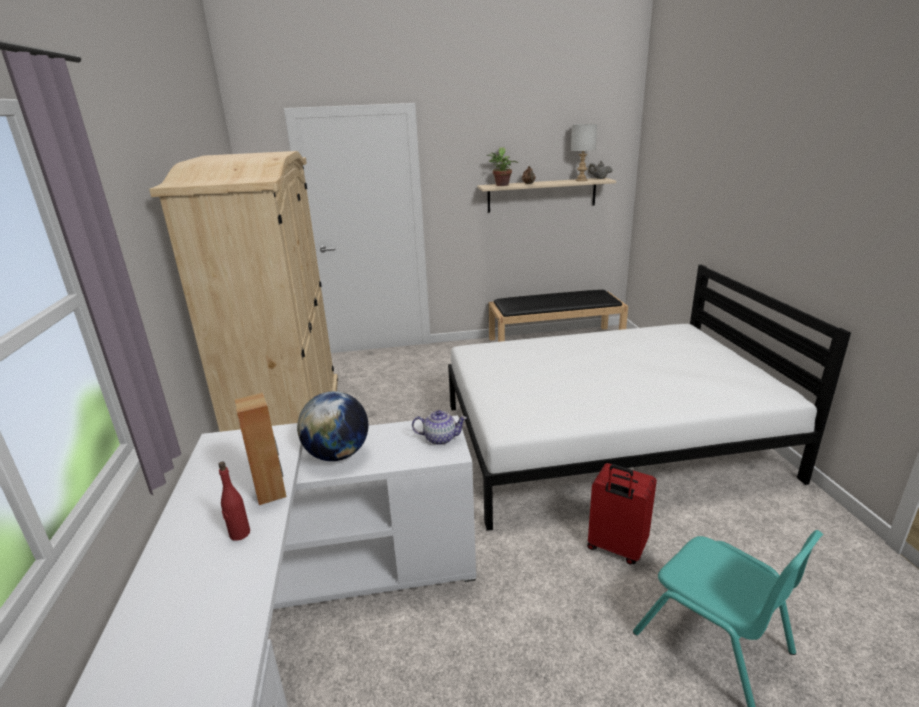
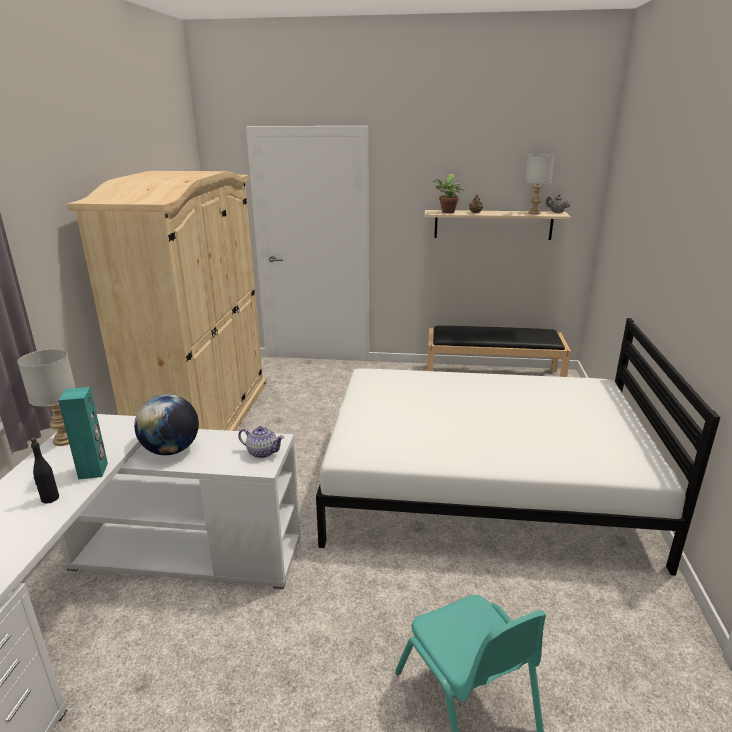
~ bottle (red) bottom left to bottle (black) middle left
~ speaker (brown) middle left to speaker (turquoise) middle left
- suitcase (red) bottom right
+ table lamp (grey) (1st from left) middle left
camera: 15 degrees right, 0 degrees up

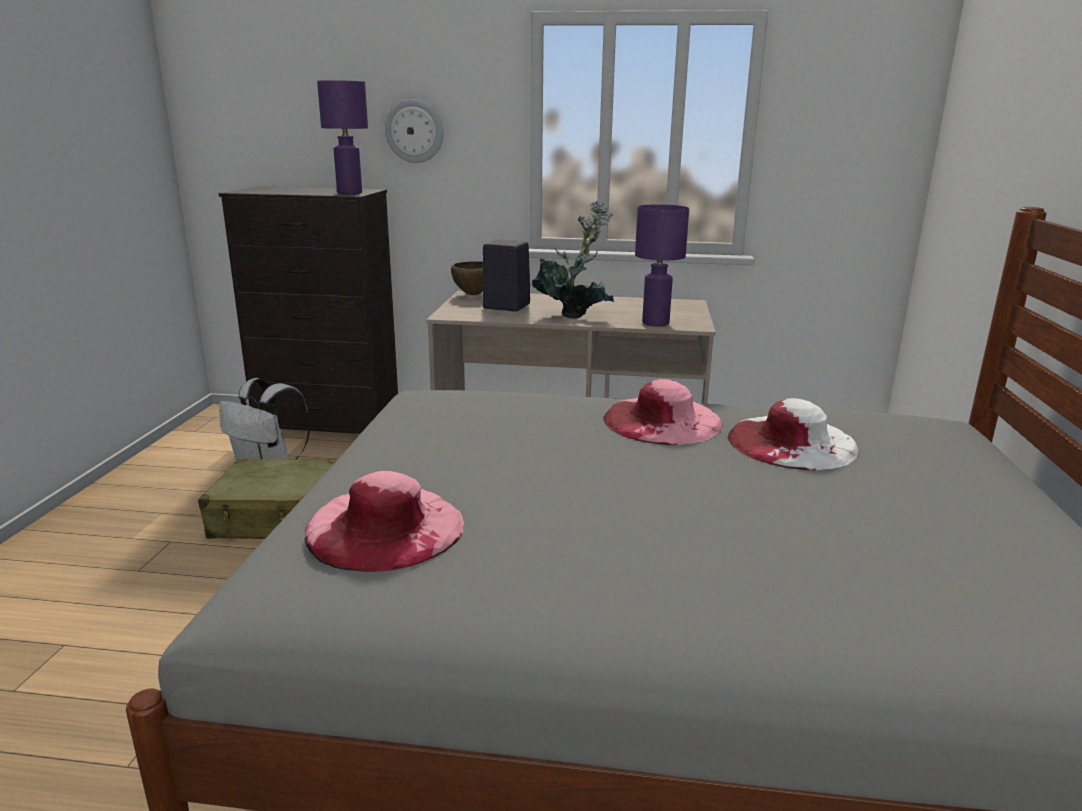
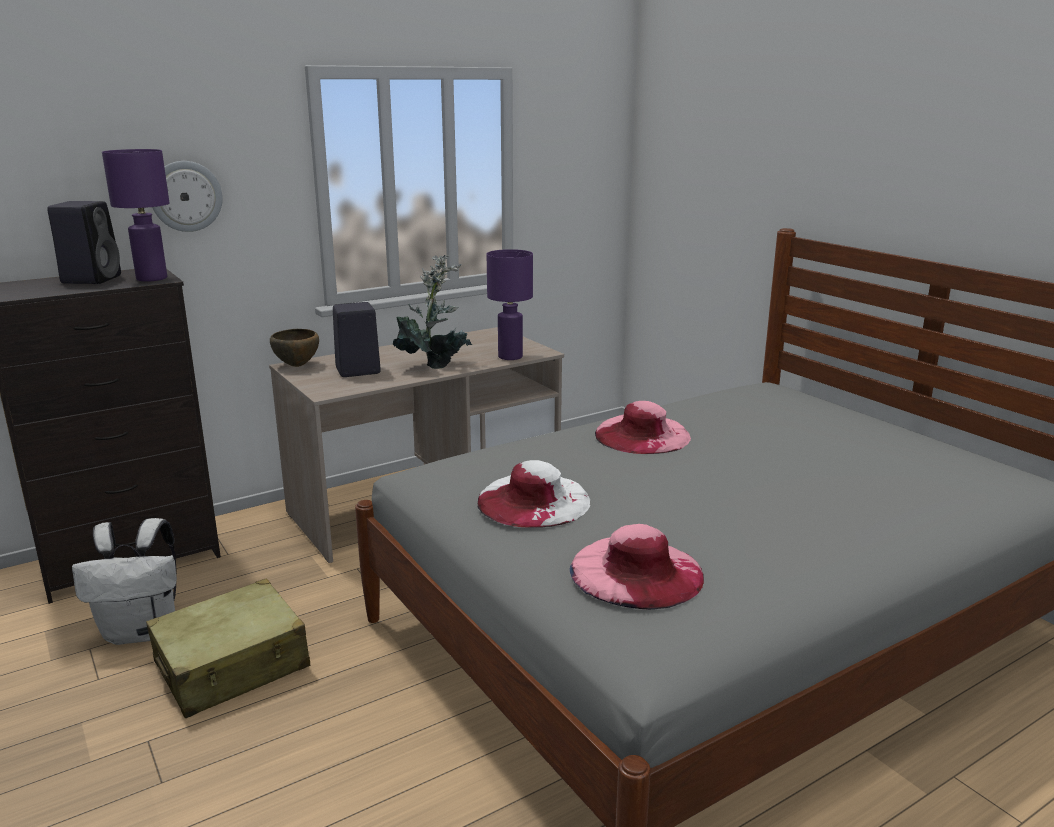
~ hat (white) middle right to centre
+ speaker (black) (1st from left) top left
camera: 40 degrees left, 0 degrees up

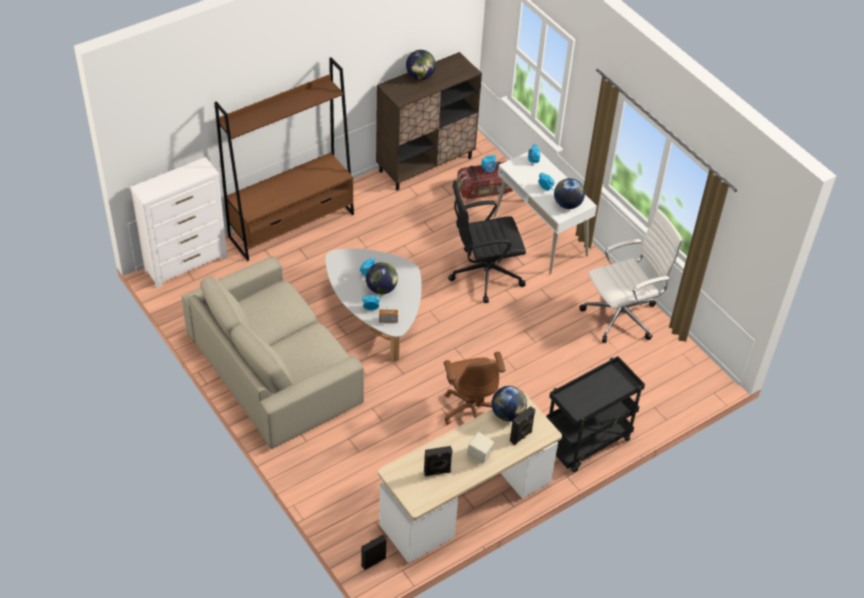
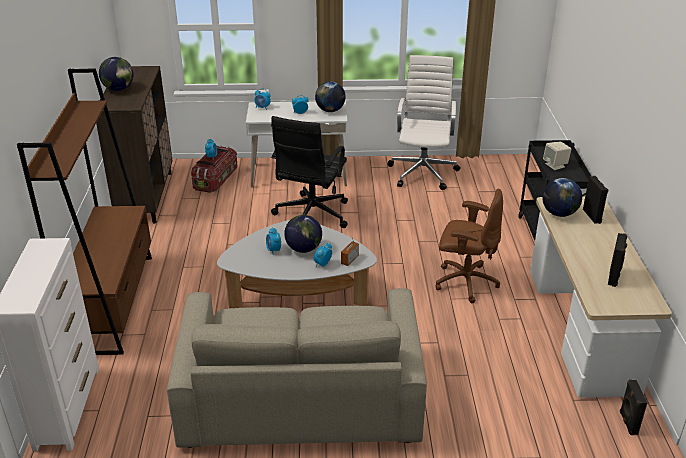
~ speaker (beige) bottom centre to middle right
camera: 55 degrees left, 15 degrees down

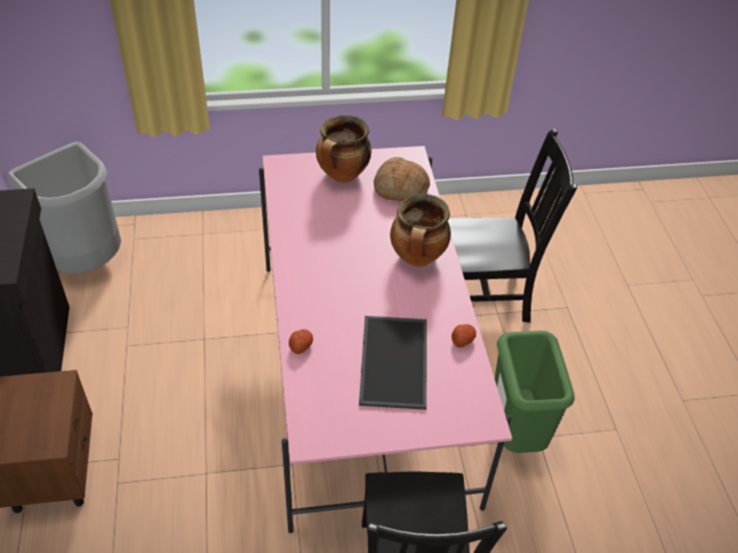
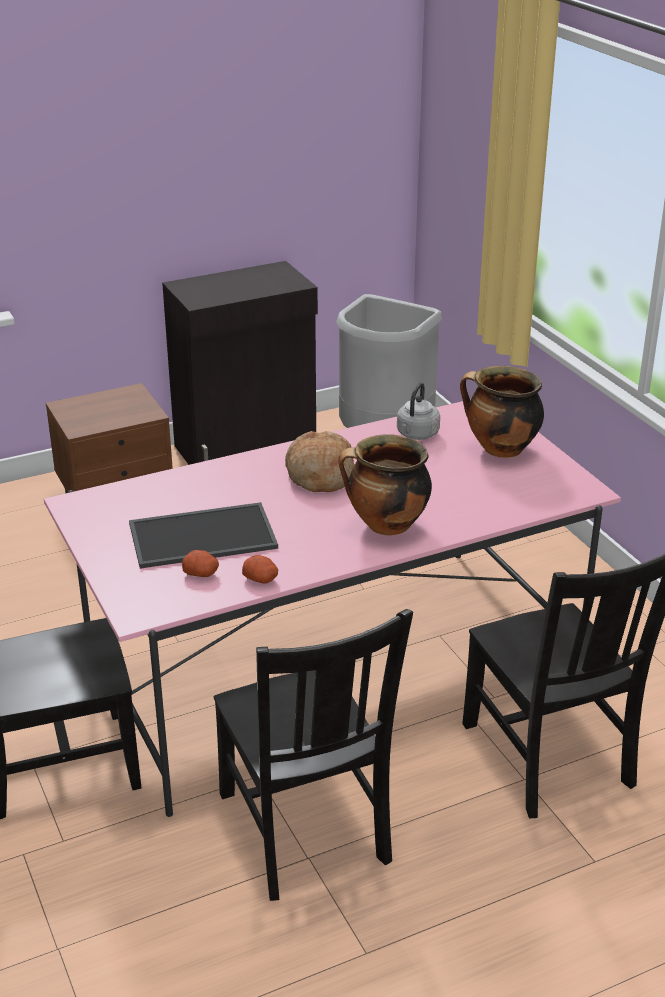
~ potato (1st from left) centre to middle left
~ bread top centre to centre
~ trash can (green) bottom right to chair (black) (2nd from left) bottom centre
+ kettle (grey) centre
camera: 75 degrees right, 15 degrees down

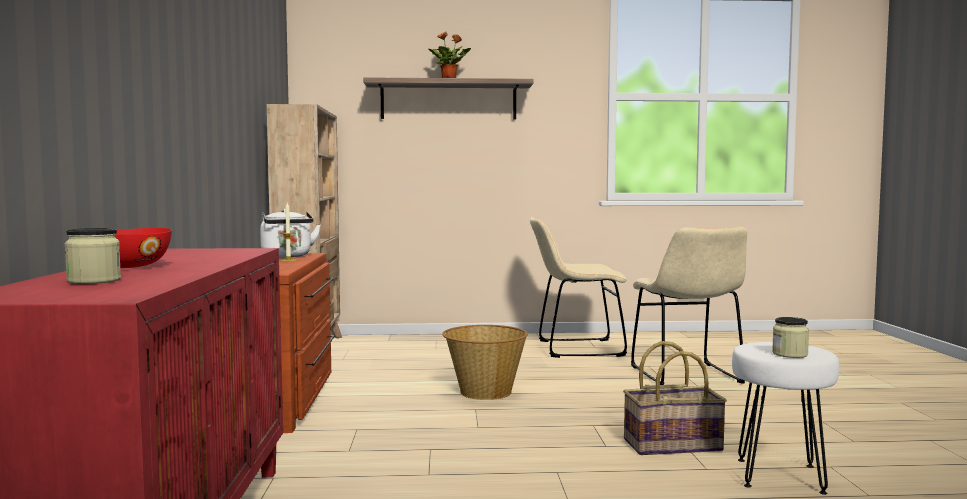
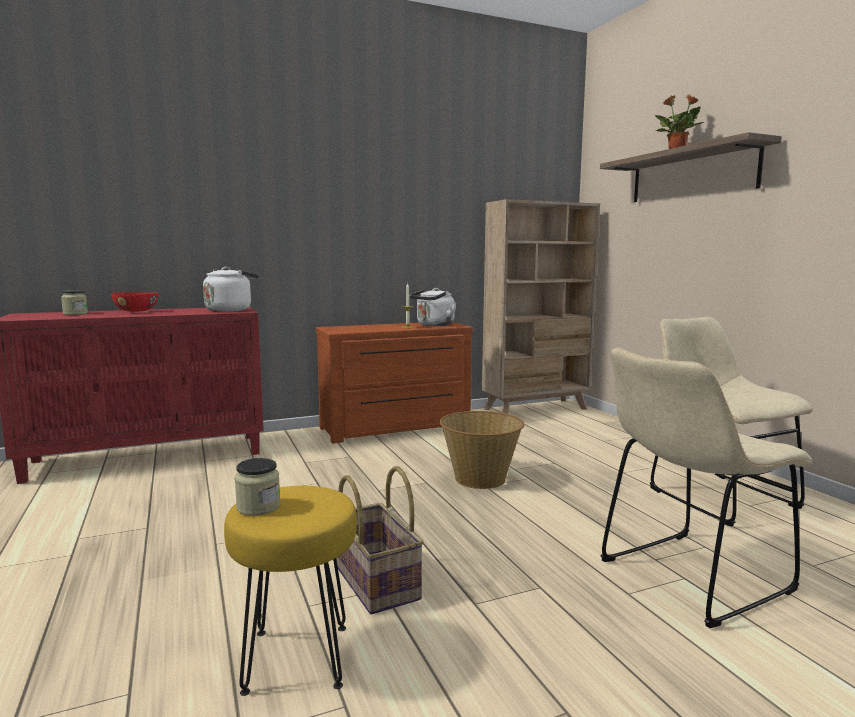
~ stool (white) bottom right to stool (yellow) bottom centre
+ kettle (white) (1st from left) middle left
camera: 70 degrees right, 5 degrees up

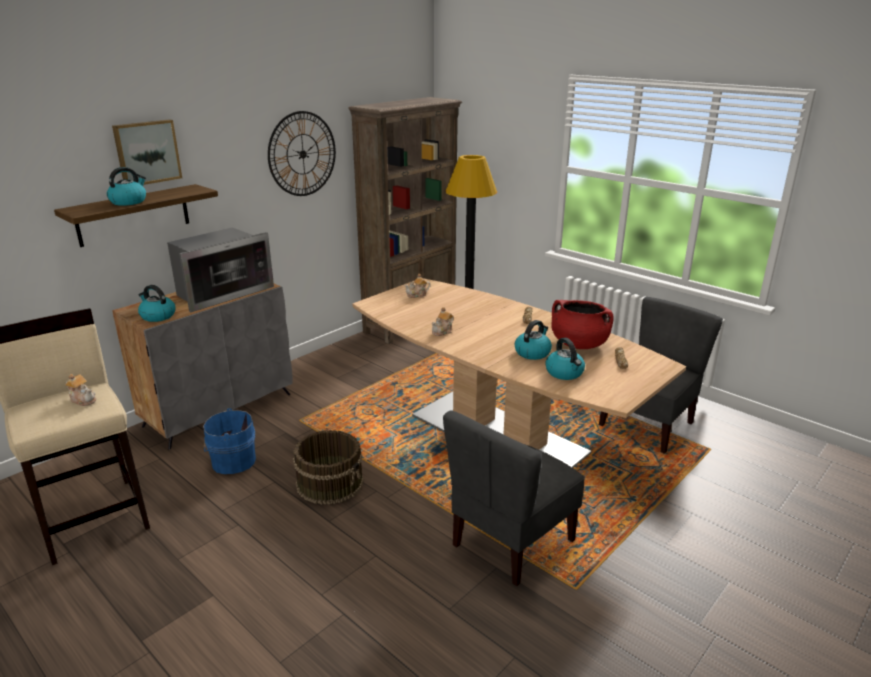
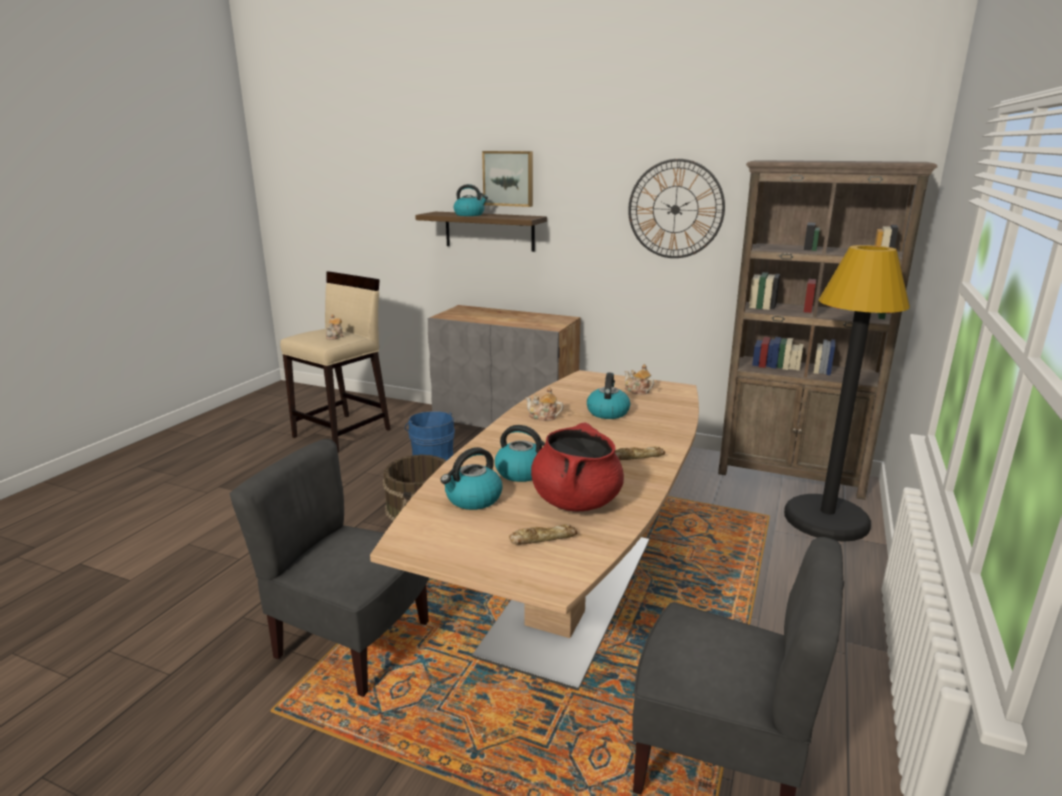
~ kettle (2nd from left in the first image) middle left to kettle (4th from left) centre
- microwave middle left
camera: 70 degrees right, 5 degrees down

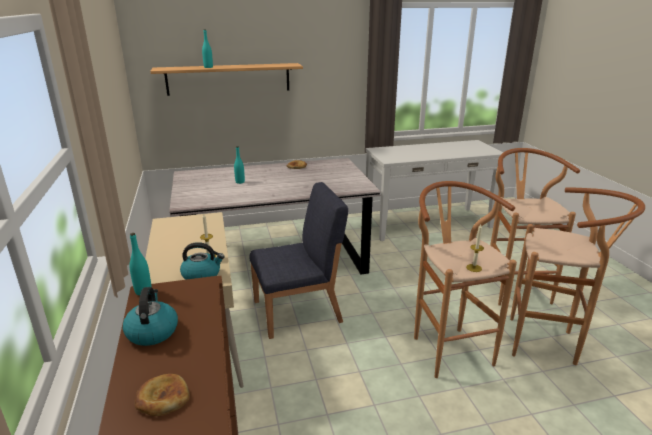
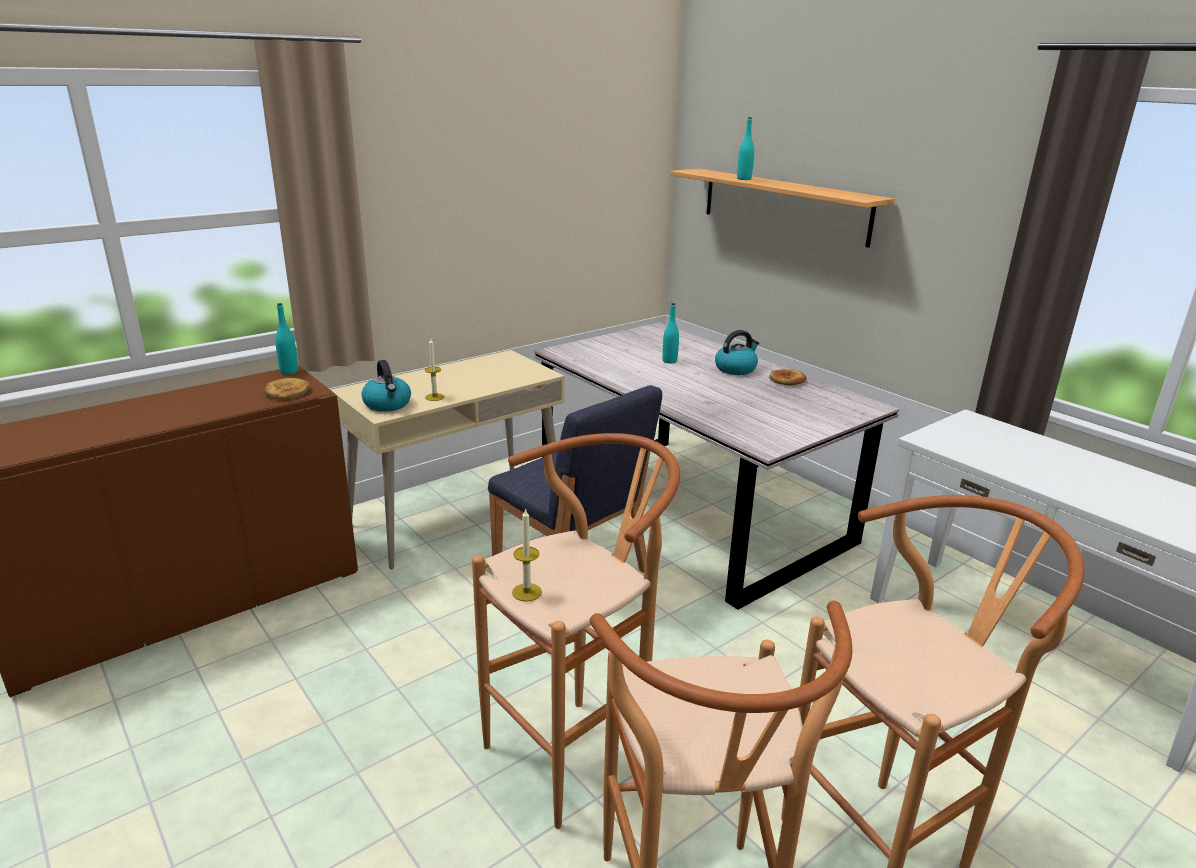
~ kettle (1st from left in the first image) bottom left to kettle (2nd from left) centre
~ bread (1st from left) bottom left to middle left
camera: 65 degrees right, 0 degrees up

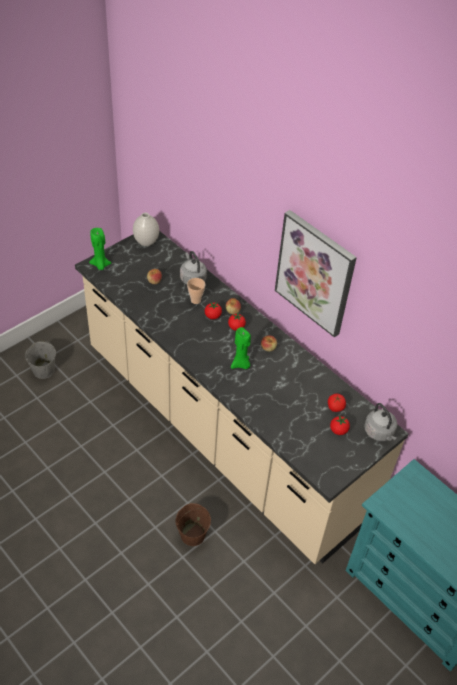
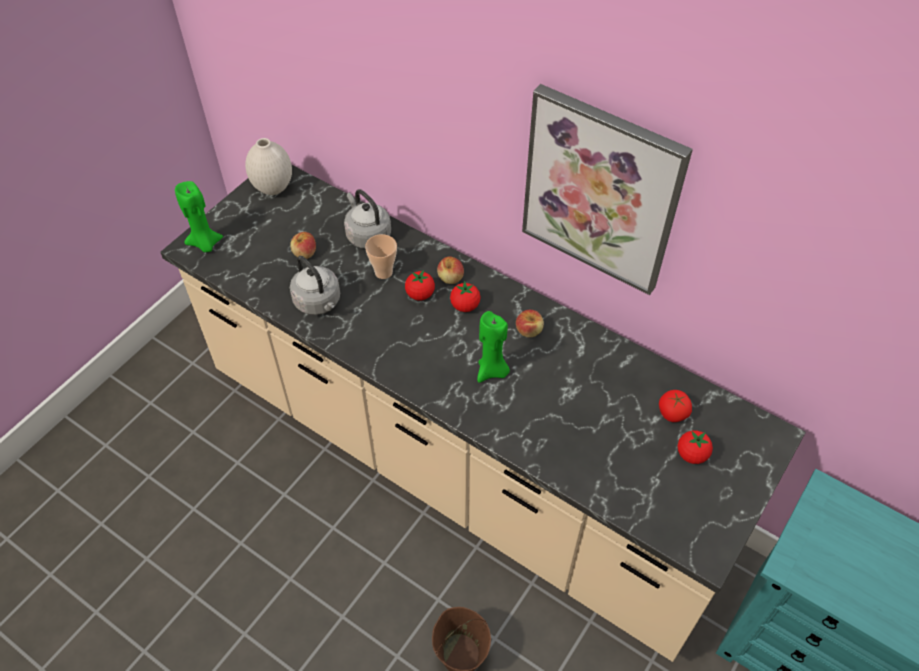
- bucket (grey) middle left
~ kettle (grey) (2nd from left in the first image) middle right to kettle (grey) (1st from left) centre
camera: 10 degrees left, 5 degrees up

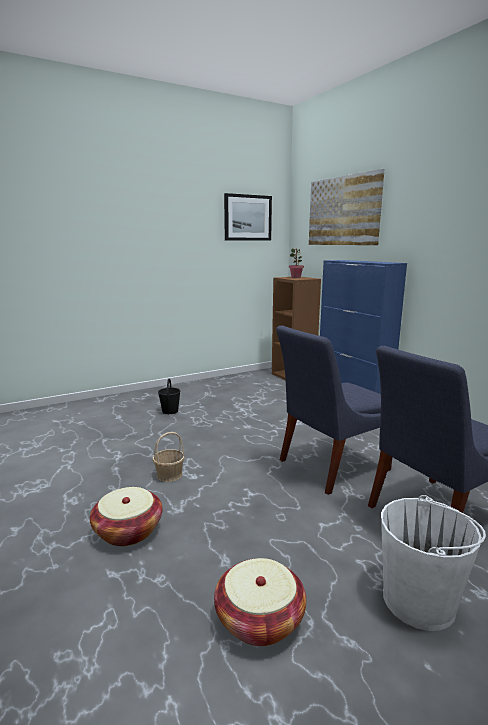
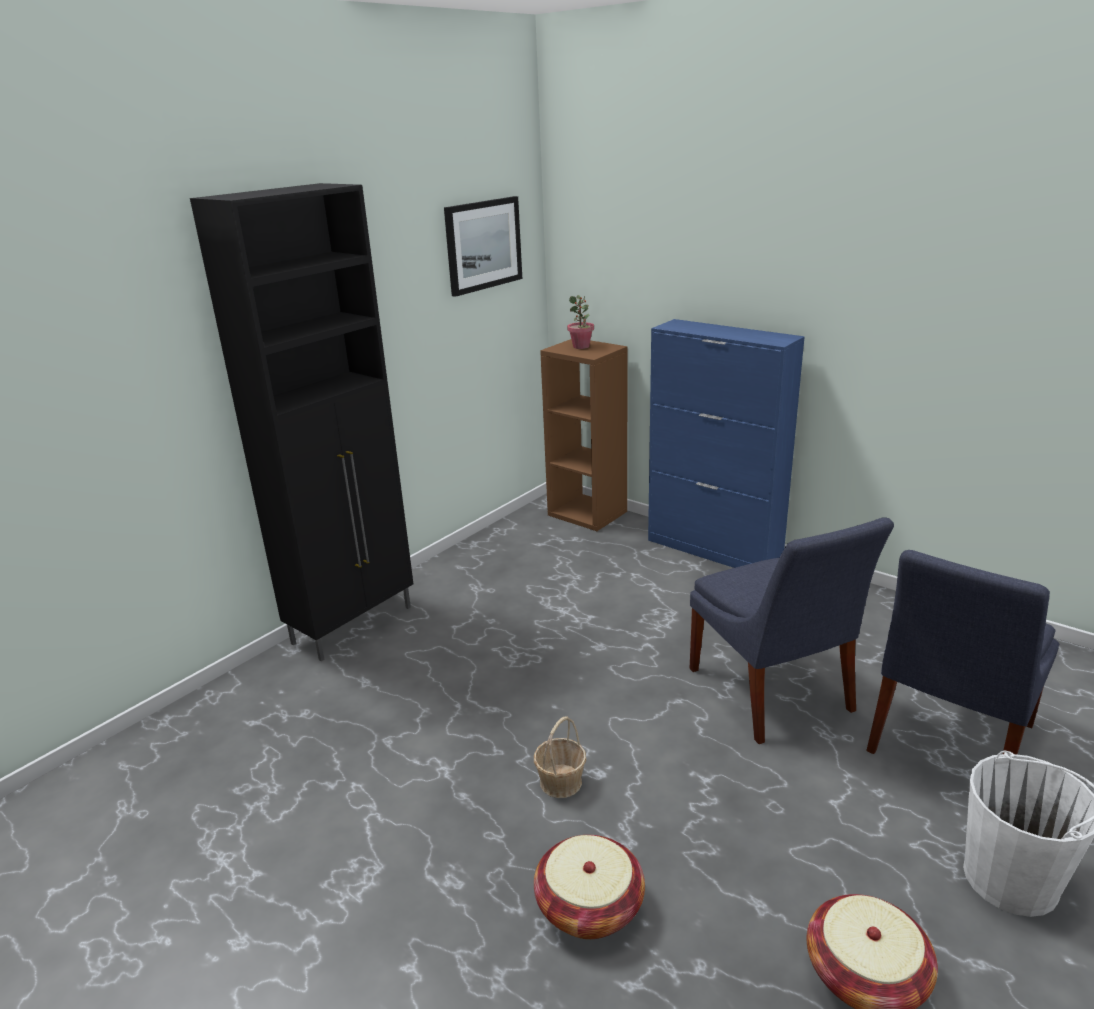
- bucket (black) centre
~ chair (blue) (1st from left) middle right = middle right 60 degrees counterclockwise
- picture (2nd from left) top right
+ cabinet (black) middle left
camera: 20 degrees left, 10 degrees up

